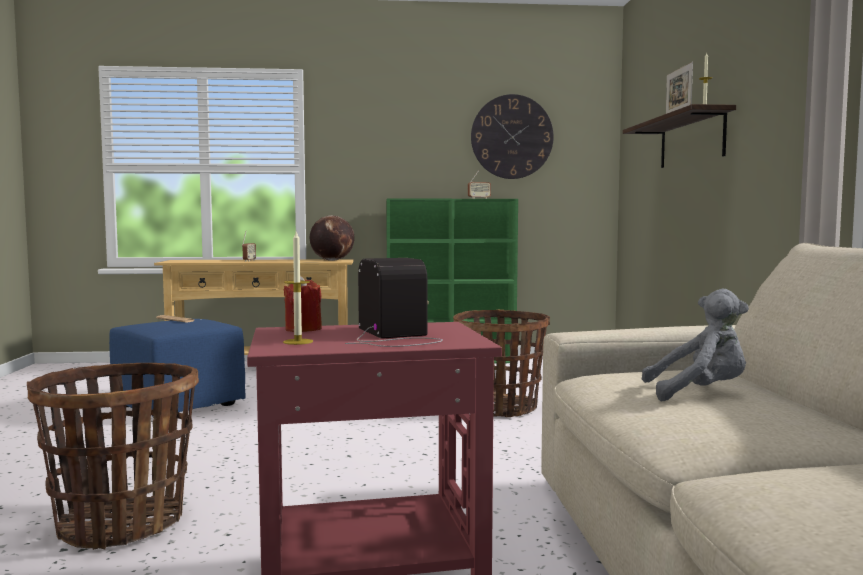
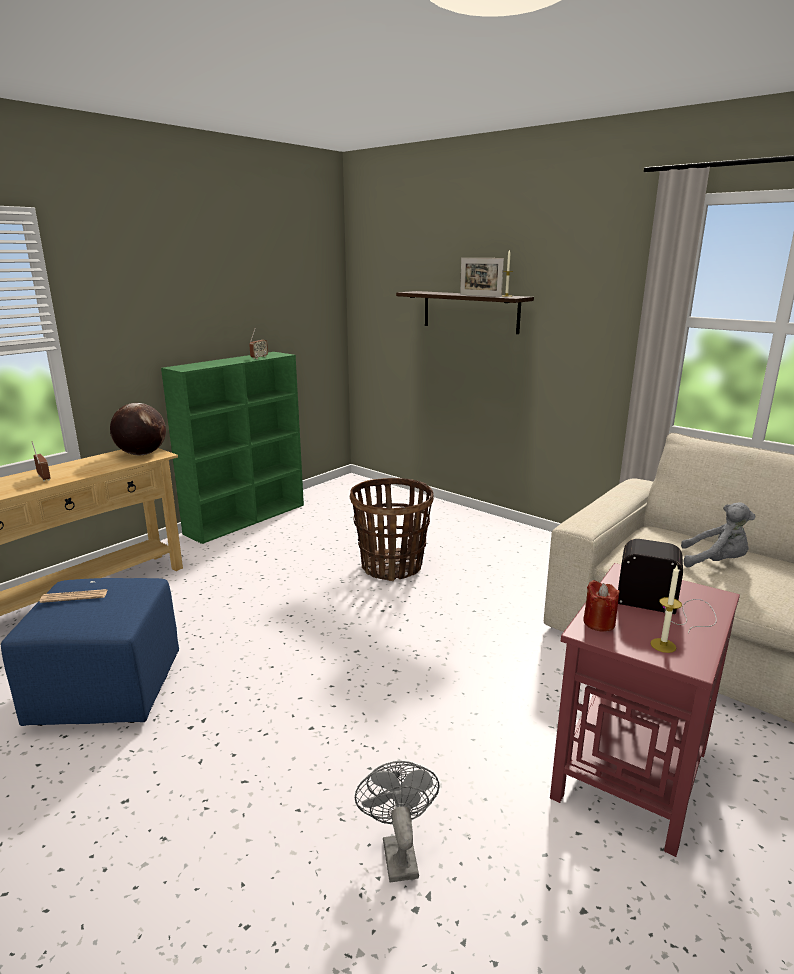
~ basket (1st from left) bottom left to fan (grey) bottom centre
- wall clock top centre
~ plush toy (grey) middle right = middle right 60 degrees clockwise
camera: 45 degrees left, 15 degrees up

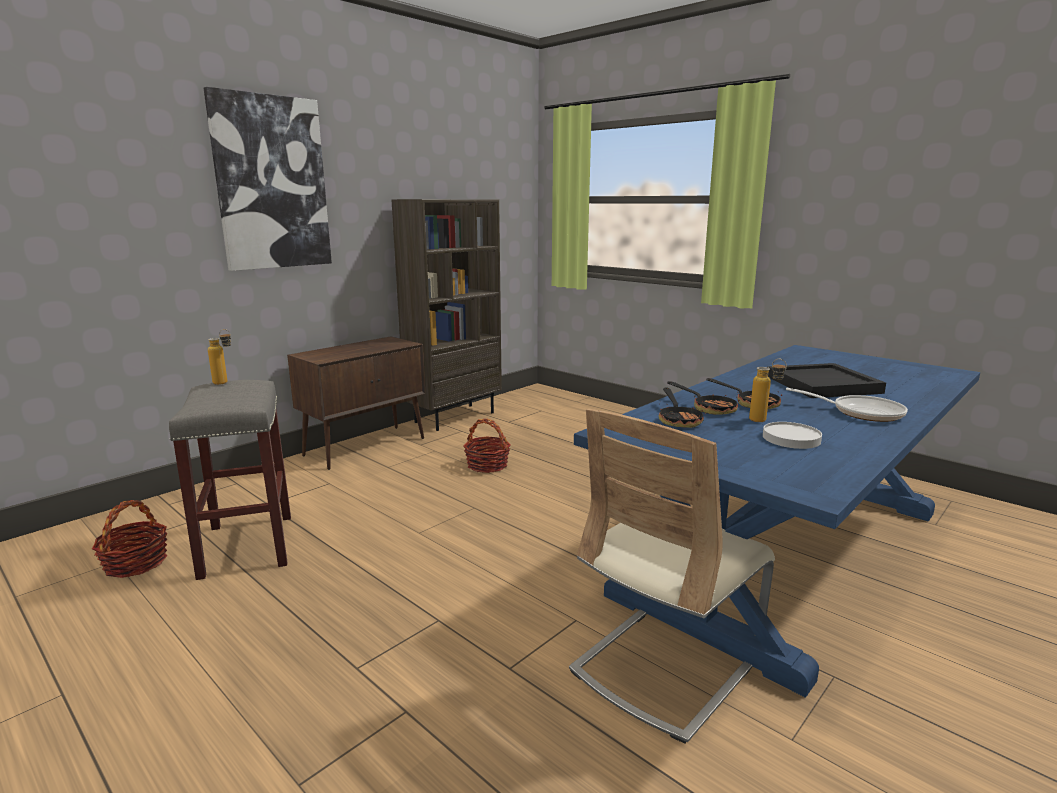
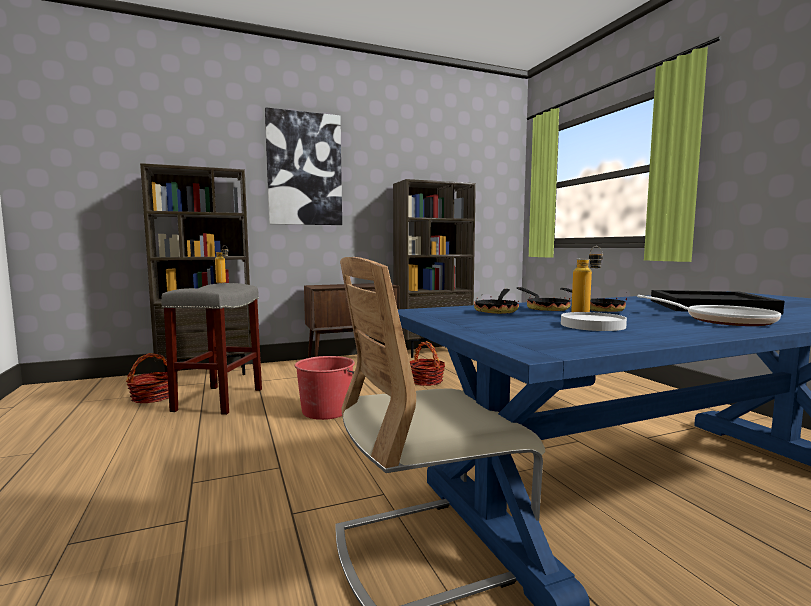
+ bookcase (brown) (1st from left) middle left
+ bucket (red) centre
camera: 25 degrees right, 10 degrees down

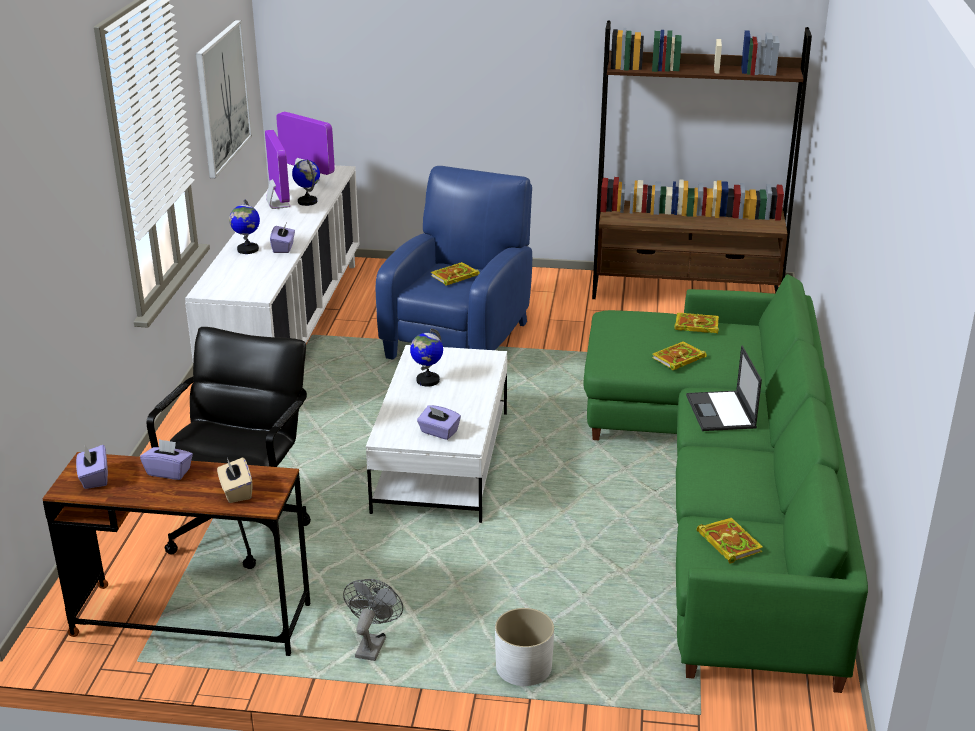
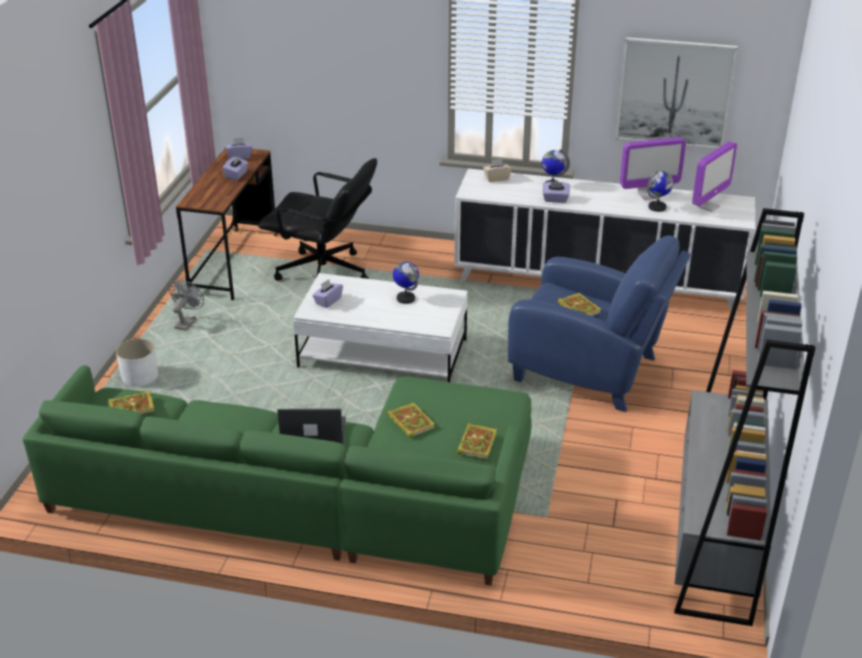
~ tissue box (beige) middle left to top centre
~ fan (grey) bottom centre = middle left 90 degrees counterclockwise
~ bookcase (brown) top right to bookcase (grey) middle right
camera: 95 degrees right, 5 degrees up

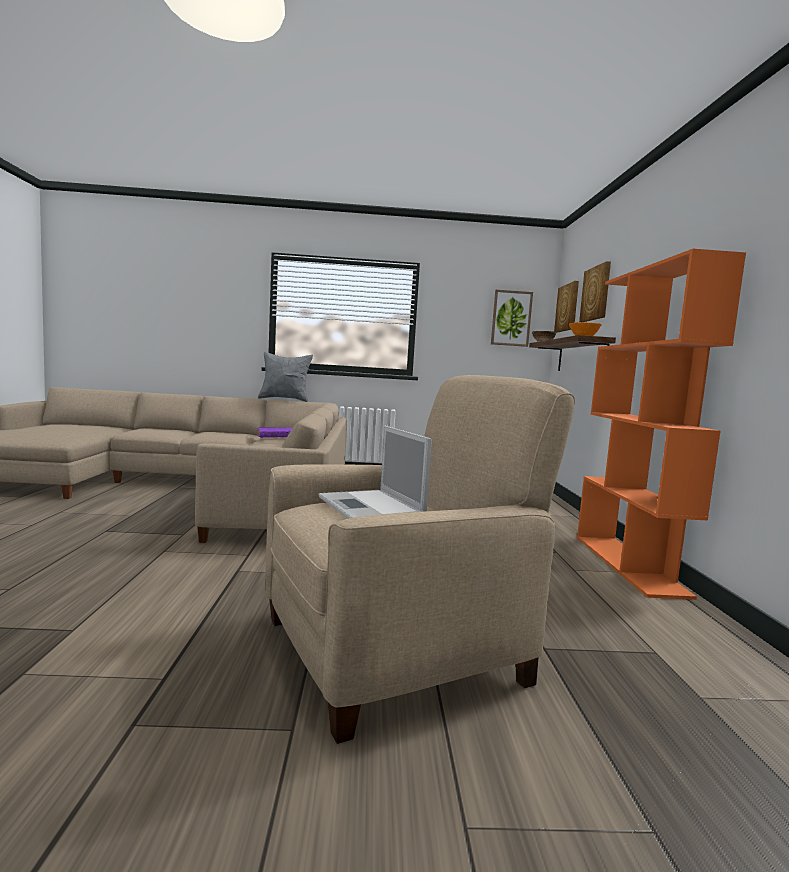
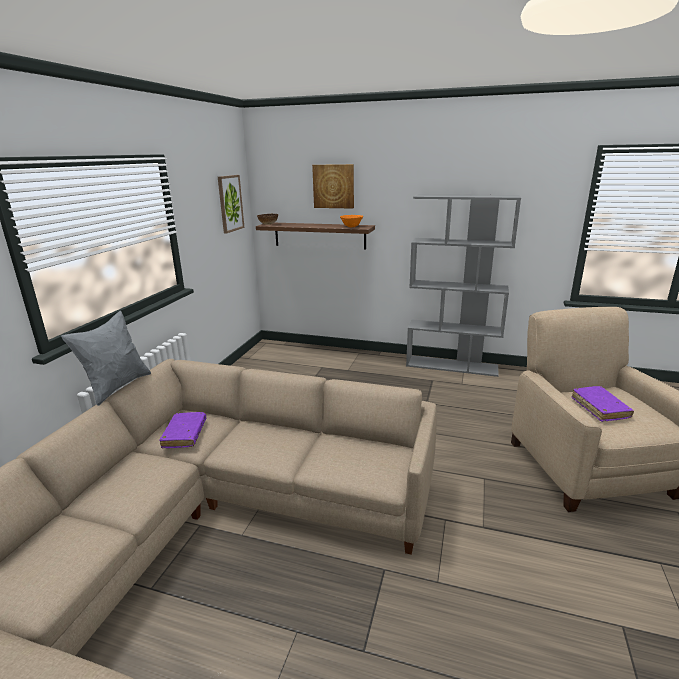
~ laptop centre to book (purple) (2nd from left) middle right
- picture (2nd from left) middle right
~ bookcase (orange) middle right to bookcase (grey) middle right
camera: 70 degrees left, 15 degrees up

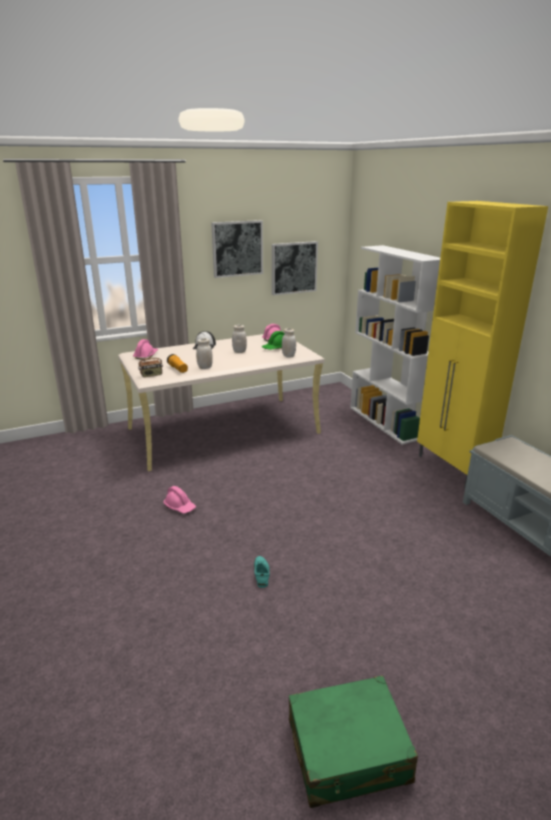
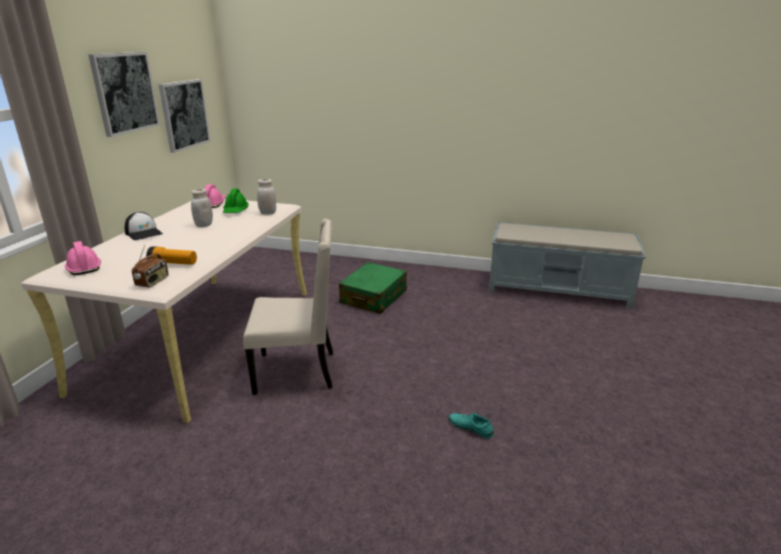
- hard hat (pink) (2nd from left) middle left
- jar (white) (1st from left) centre
~ suitcase (green) bottom centre to centre
- bookcase (white) middle right
- cabinet (yellow) middle right
+ chair (beige) centre
camera: 50 degrees left, 0 degrees up

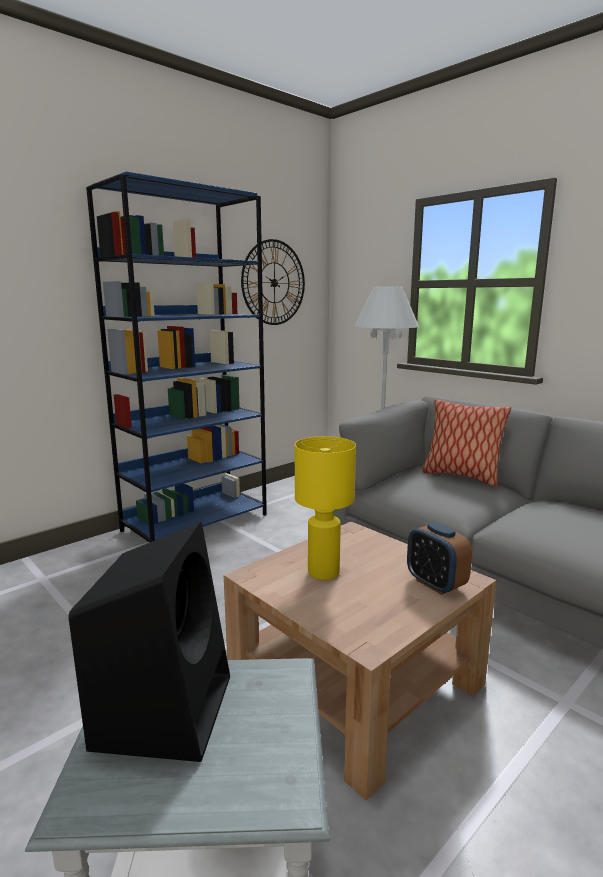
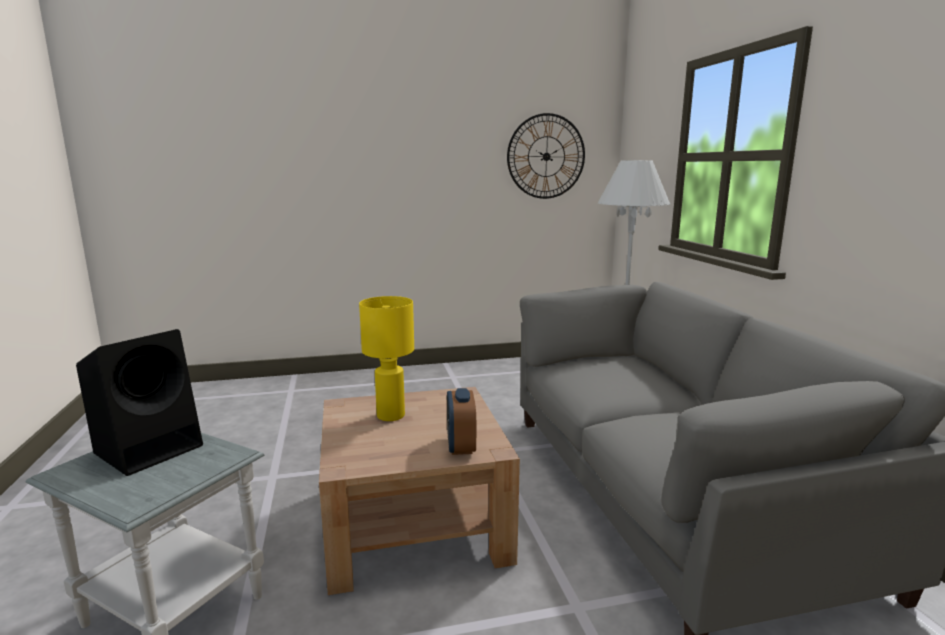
- bookcase (blue) middle left
- pillow middle right
camera: 30 degrees right, 0 degrees up

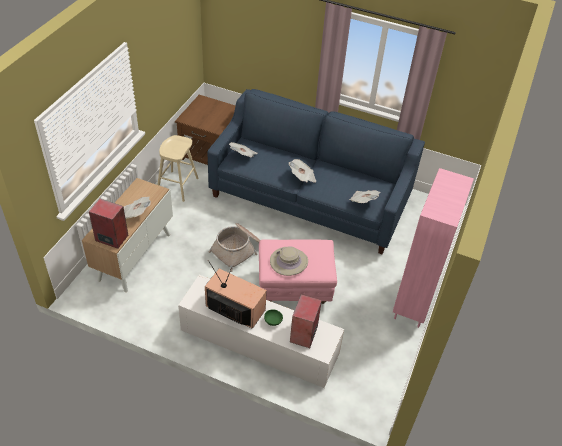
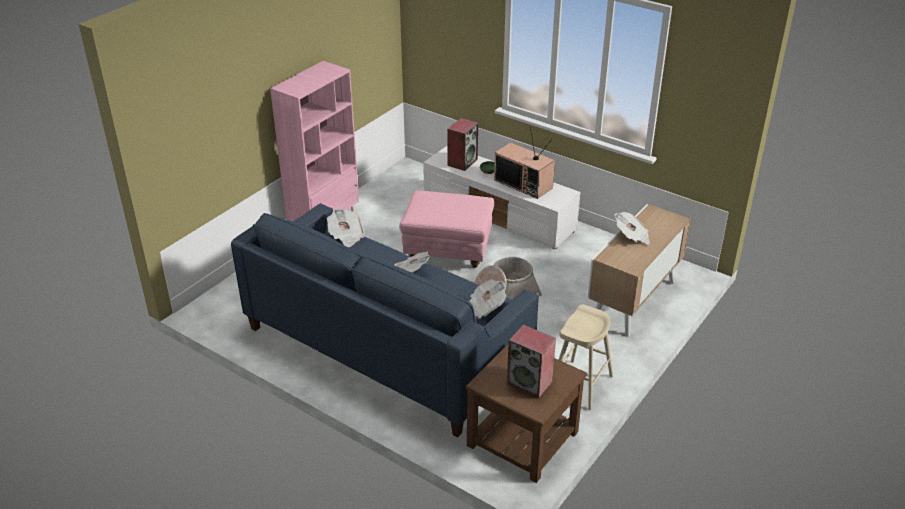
~ speaker (1st from left in the first image) middle left to speaker (2nd from left) bottom centre
- hat (beige) centre
camera: 165 degrees left, 10 degrees down

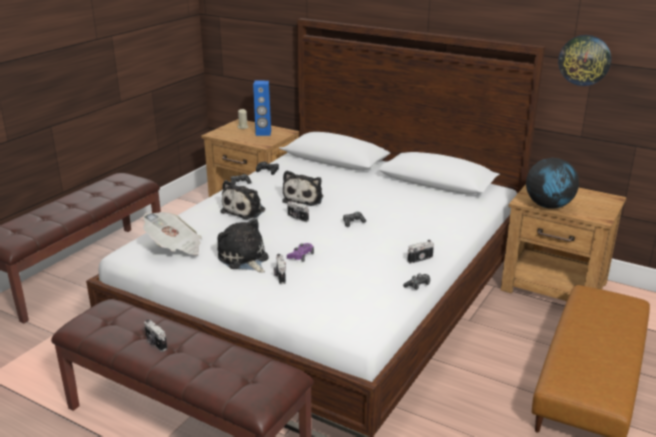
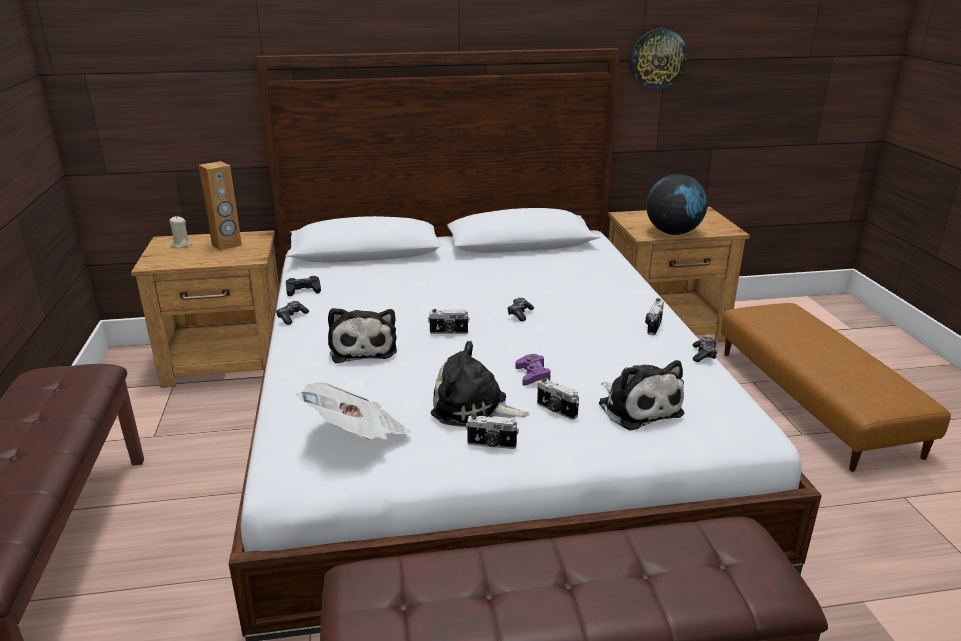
~ photo camera (1st from left in the first image) bottom left to photo camera (2nd from left) bottom centre
~ speaker (blue) top centre to speaker (brown) top left
~ plush toy (3rd from left) centre to middle right
camera: 40 degrees left, 0 degrees up

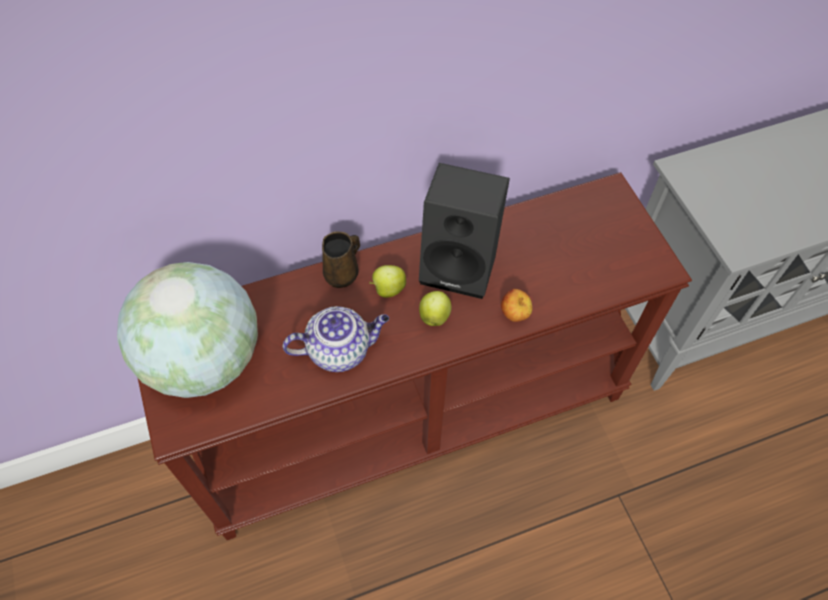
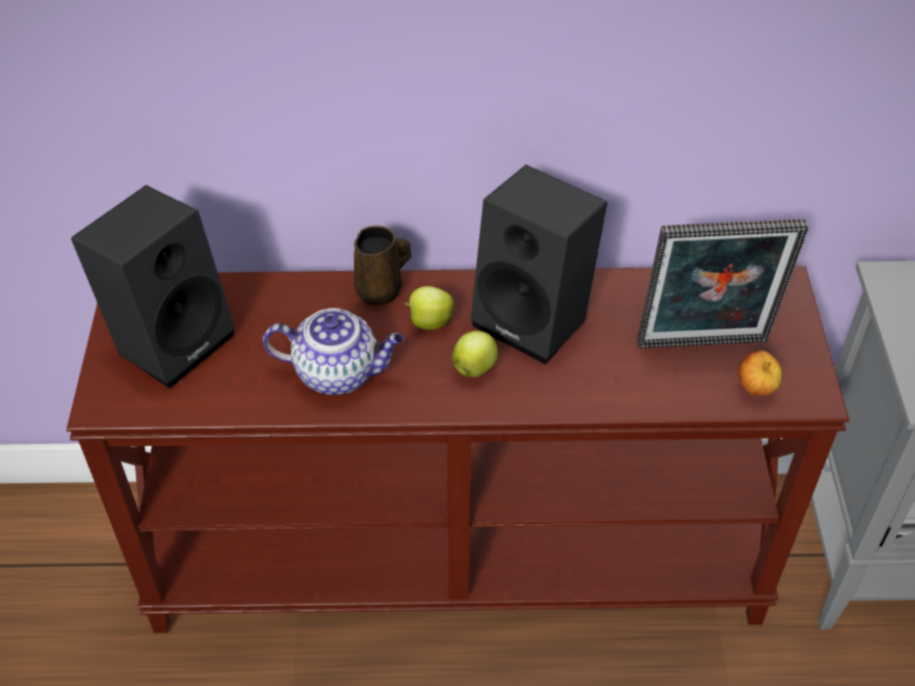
~ globe middle left to speaker (black) (1st from left) middle left
~ apple (3rd from left) centre to middle right
+ picture frame middle right
camera: 20 degrees right, 10 degrees down

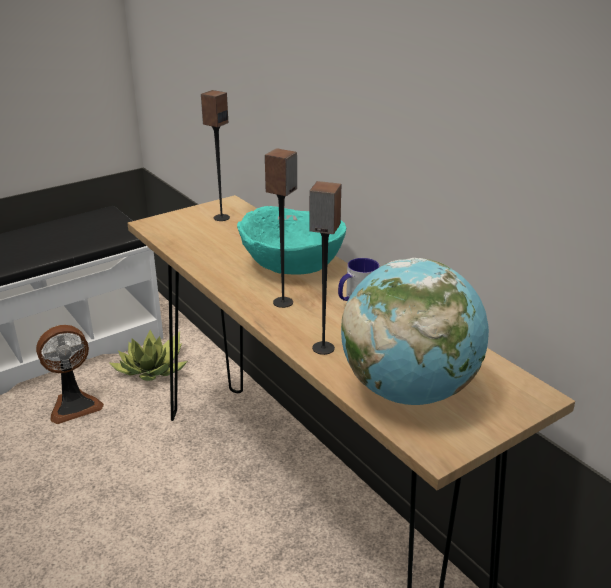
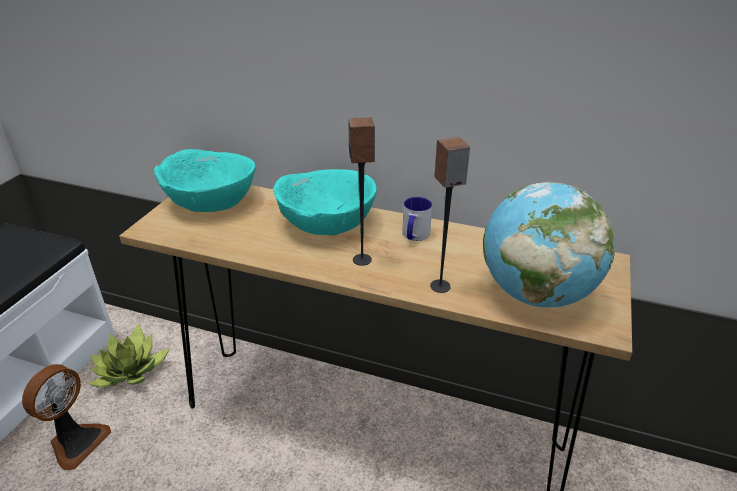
~ speaker (1st from left) top centre to bowl (turquoise) (1st from left) middle left
camera: 35 degrees left, 5 degrees up

